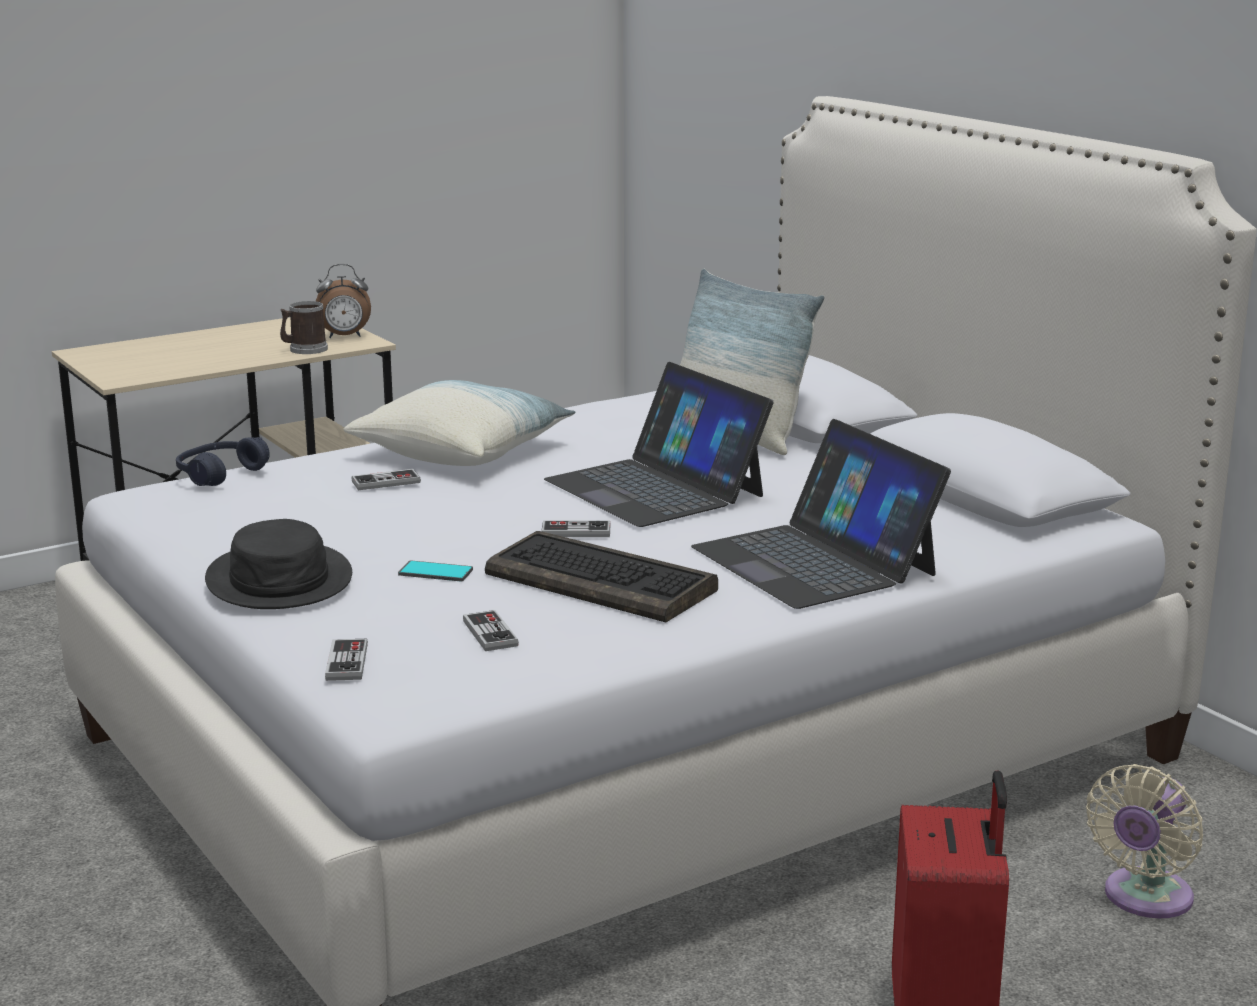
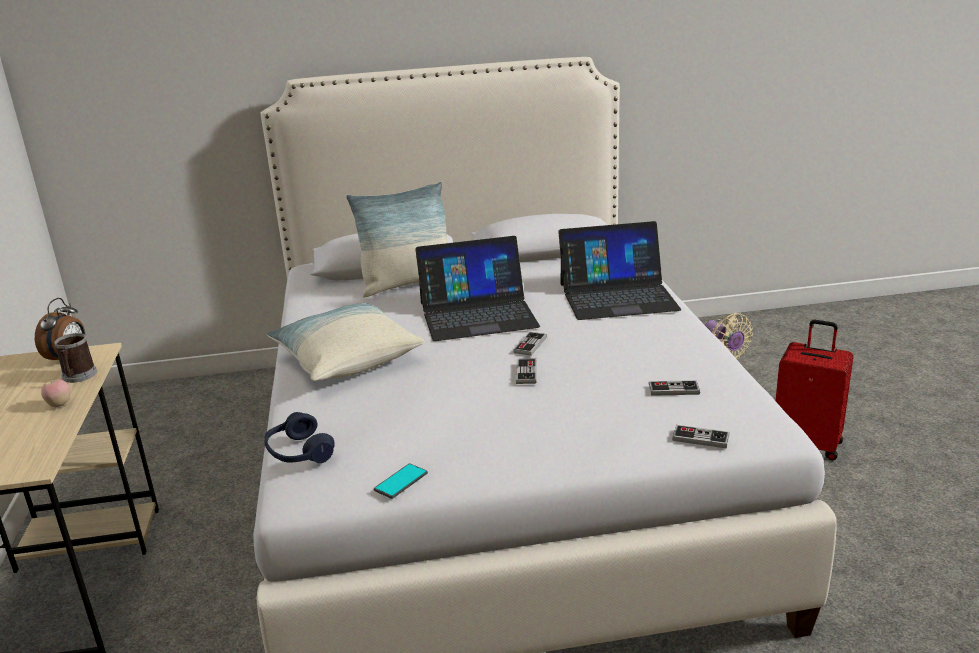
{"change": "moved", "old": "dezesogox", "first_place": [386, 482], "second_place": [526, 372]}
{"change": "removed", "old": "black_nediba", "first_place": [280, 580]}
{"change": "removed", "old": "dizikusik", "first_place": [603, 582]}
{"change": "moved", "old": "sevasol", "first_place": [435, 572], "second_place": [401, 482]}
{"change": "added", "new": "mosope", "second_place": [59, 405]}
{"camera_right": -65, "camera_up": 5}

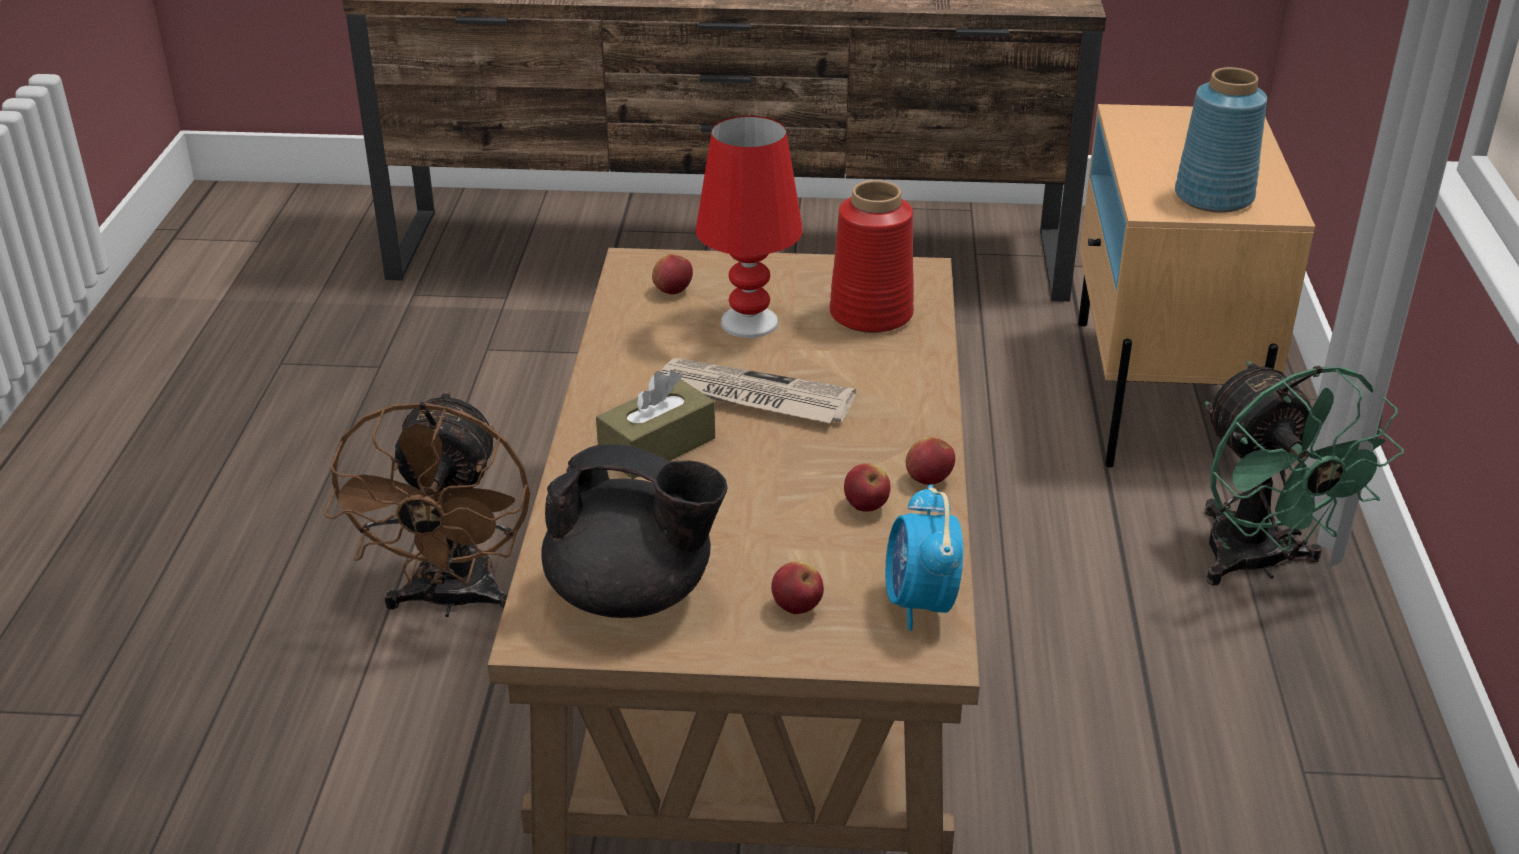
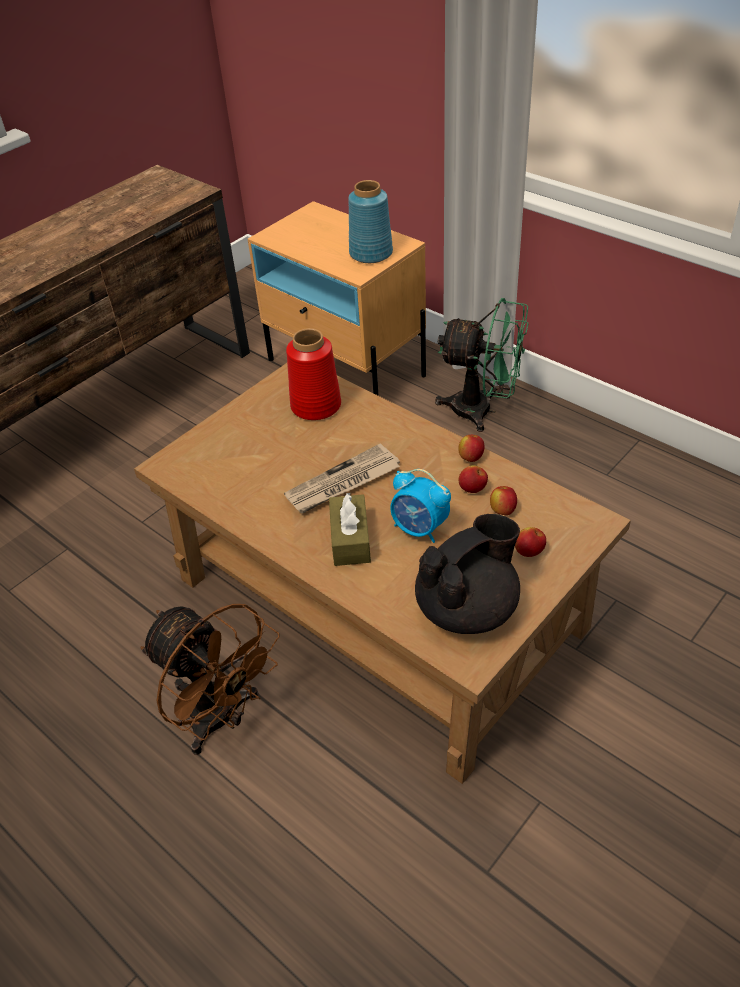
{"change": "removed", "old": "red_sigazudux", "first_place": [748, 322]}
{"change": "moved", "old": "mosope", "first_place": [673, 291], "second_place": [502, 510]}
{"change": "moved", "old": "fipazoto", "first_place": [920, 604], "second_place": [419, 529]}
{"camera_right": -50, "camera_up": 10}

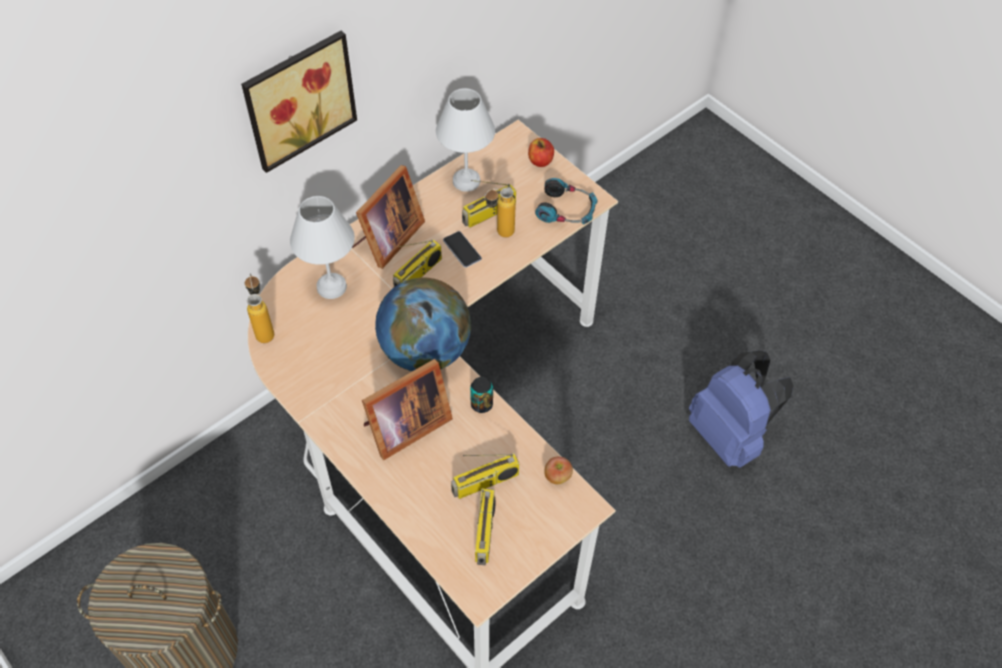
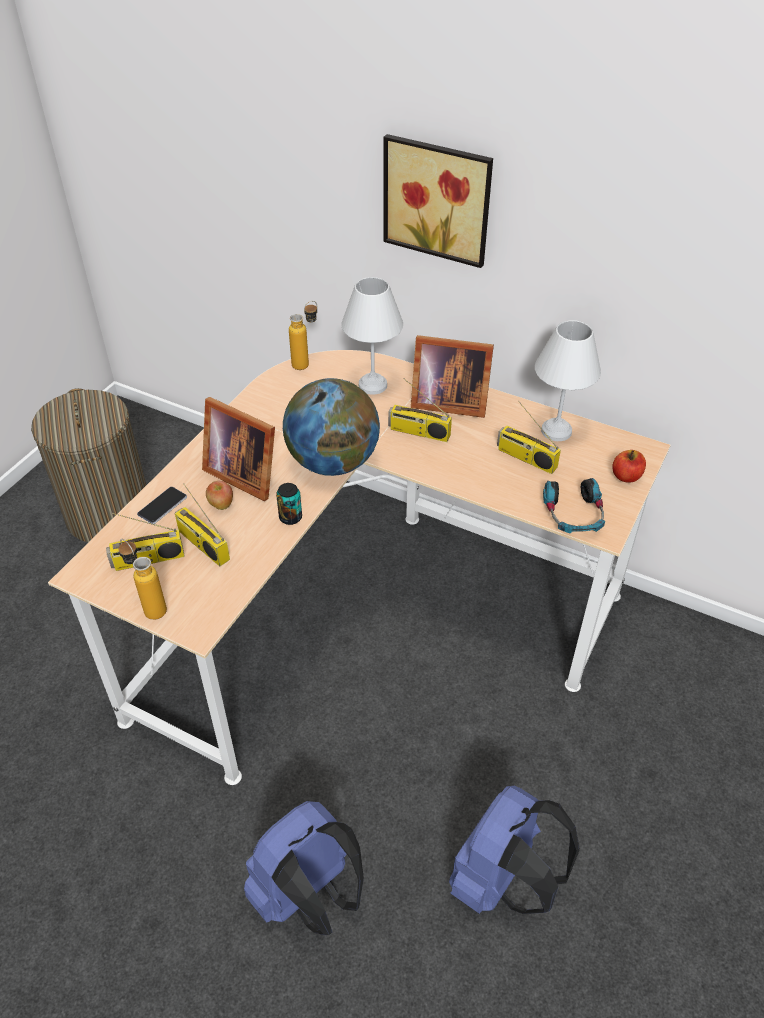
{"change": "moved", "old": "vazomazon", "first_place": [499, 234], "second_place": [149, 606]}
{"change": "moved", "old": "sevasol", "first_place": [462, 250], "second_place": [162, 506]}
{"change": "moved", "old": "mosope", "first_place": [557, 477], "second_place": [221, 505]}
{"change": "added", "new": "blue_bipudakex", "second_place": [308, 896]}
{"camera_right": 70, "camera_up": -10}

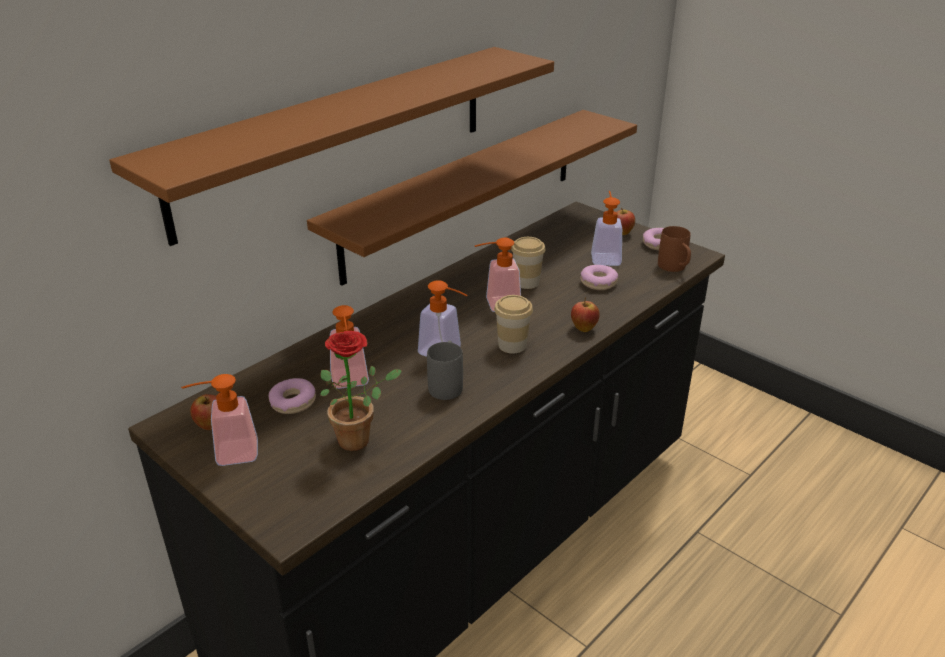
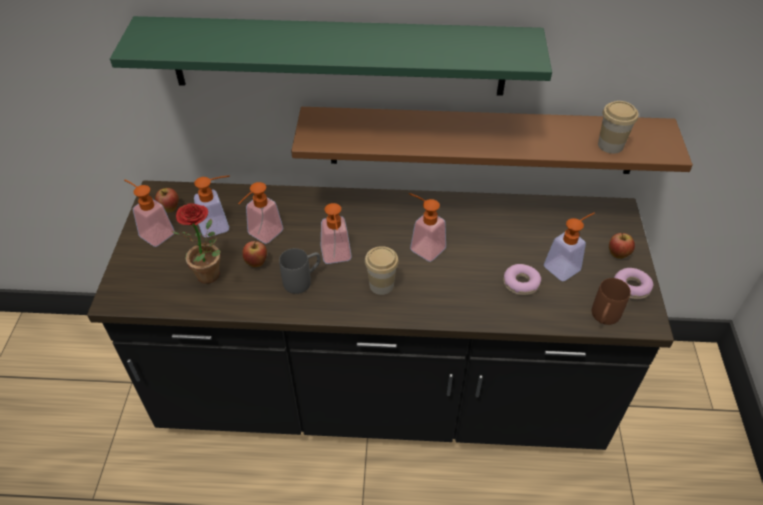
{"change": "recoloured", "old": "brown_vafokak", "new": "green_vafokak", "first_place": [339, 137], "second_place": [338, 56]}
{"change": "moved", "old": "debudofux", "first_place": [526, 282], "second_place": [610, 145]}
{"change": "moved", "old": "mosope", "first_place": [583, 329], "second_place": [256, 263]}
{"change": "replaced", "old": "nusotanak", "new": "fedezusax", "first_place": [293, 402], "second_place": [220, 225]}
{"camera_right": 50, "camera_up": 15}

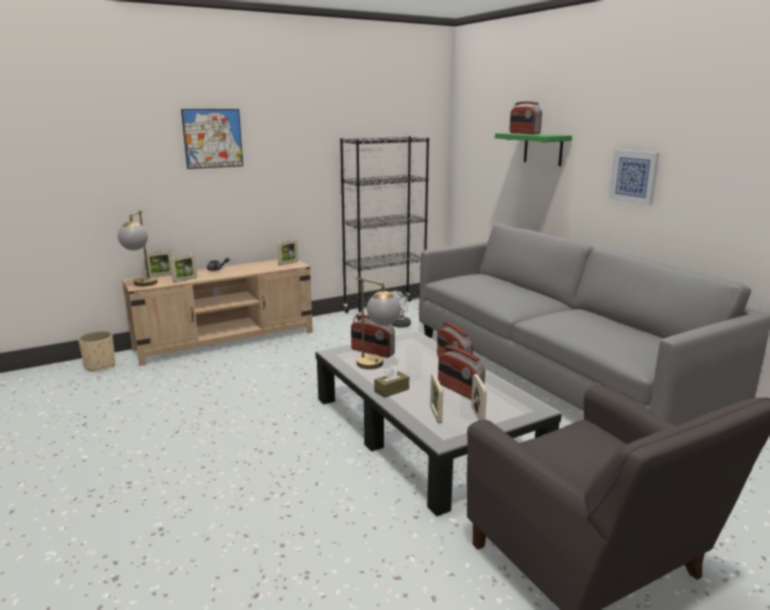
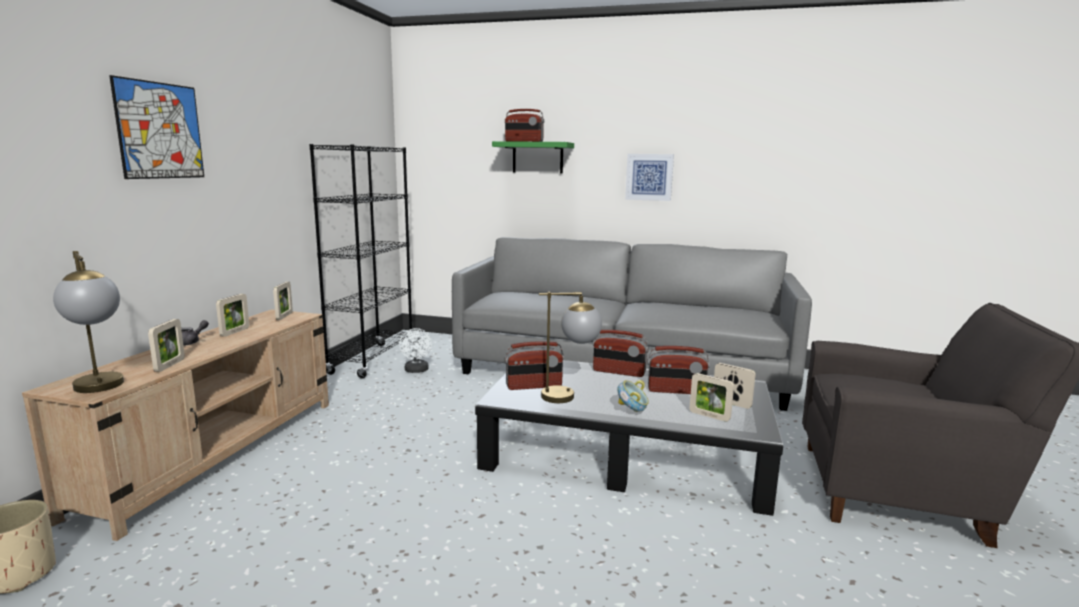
{"change": "moved", "old": "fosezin", "first_place": [161, 275], "second_place": [235, 332]}
{"change": "replaced", "old": "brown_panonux", "new": "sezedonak", "first_place": [391, 390], "second_place": [632, 411]}
{"camera_right": -45, "camera_up": -5}

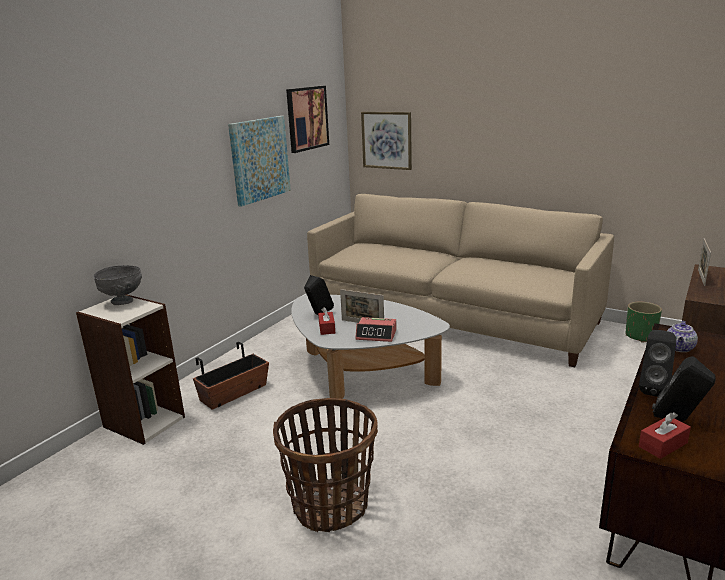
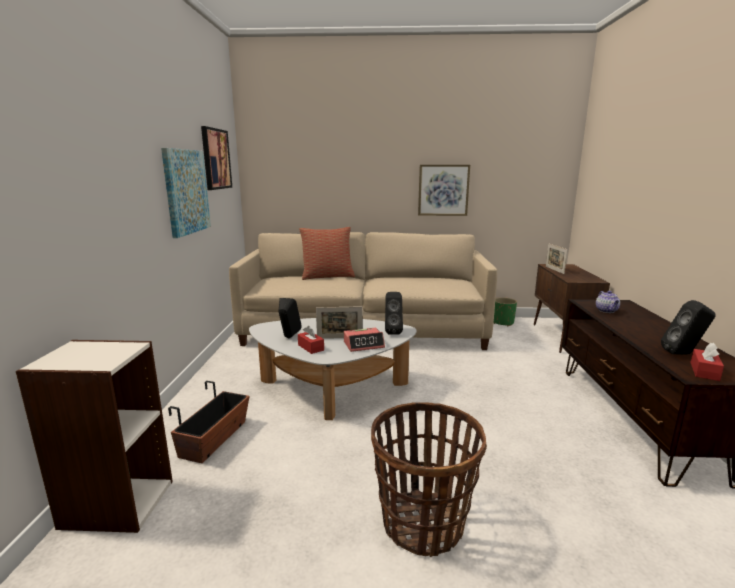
{"change": "moved", "old": "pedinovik", "first_place": [387, 140], "second_place": [443, 190]}
{"change": "removed", "old": "grey_sezedonak", "first_place": [122, 302]}
{"change": "moved", "old": "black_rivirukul", "first_place": [653, 389], "second_place": [393, 331]}
{"change": "added", "new": "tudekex", "second_place": [327, 276]}
{"camera_right": -30, "camera_up": -5}

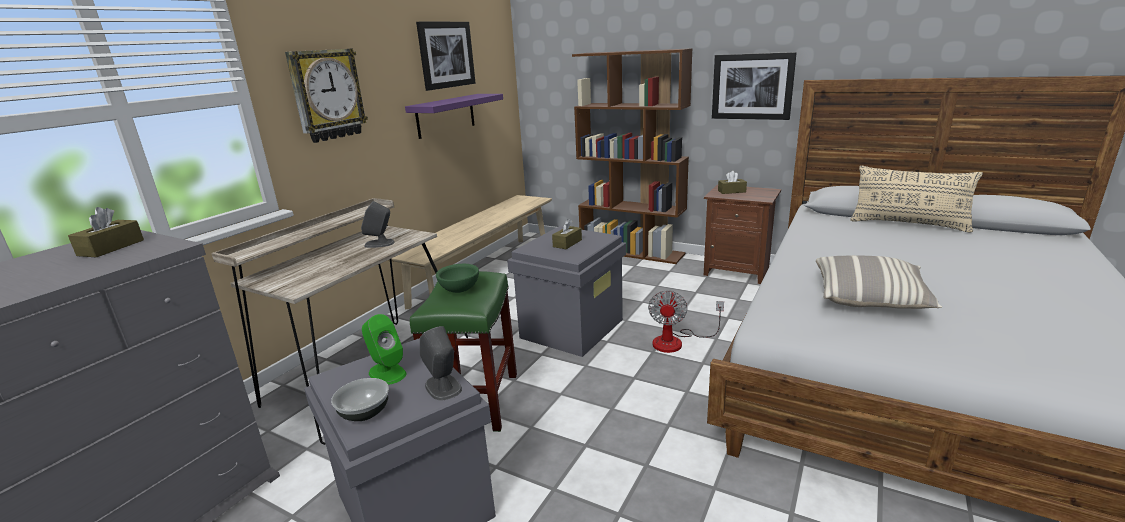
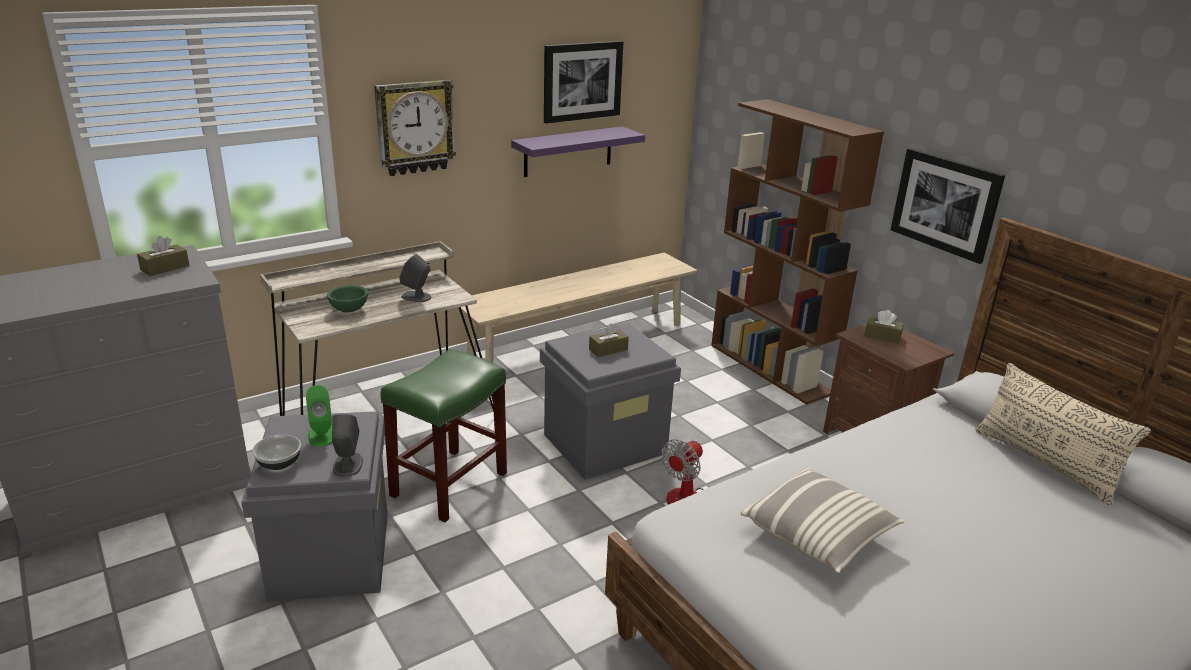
{"change": "moved", "old": "green_sezedonak", "first_place": [460, 290], "second_place": [349, 310]}
{"camera_right": 25, "camera_up": 5}

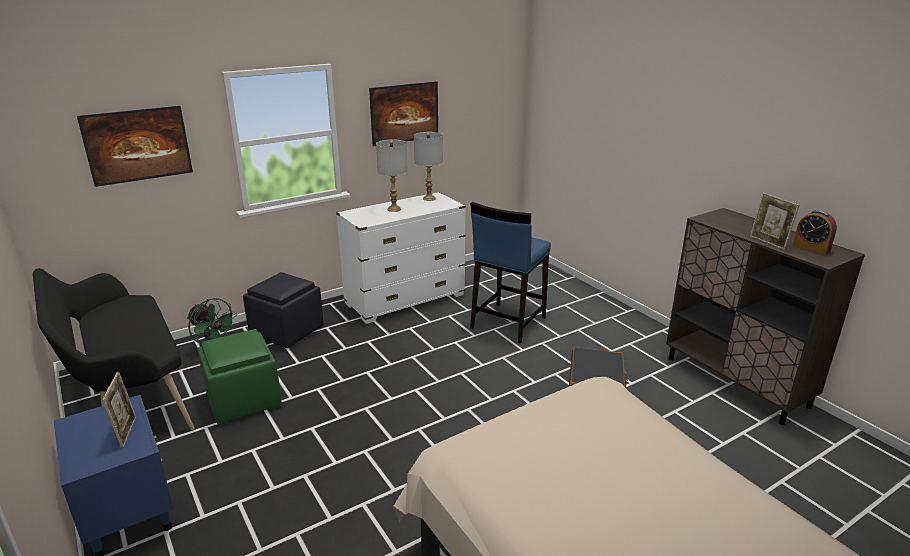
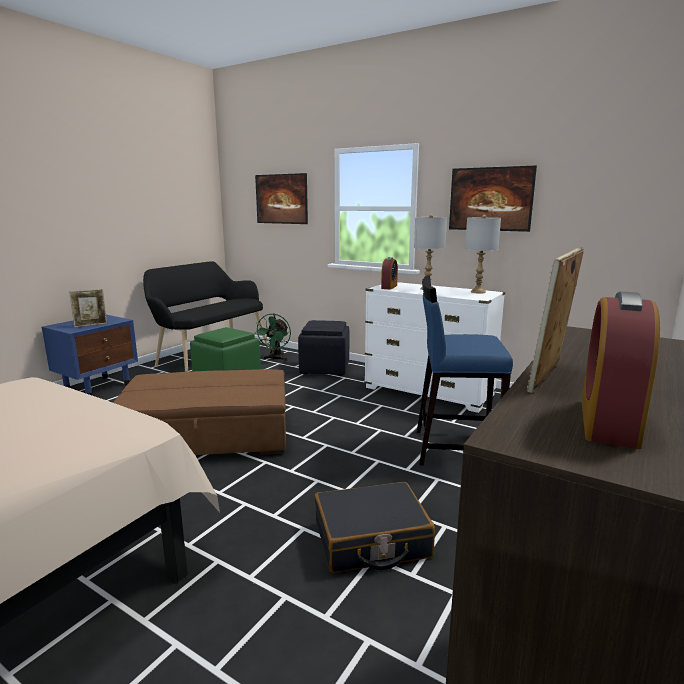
{"change": "added", "new": "fipazoto", "second_place": [389, 287]}
{"change": "added", "new": "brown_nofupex", "second_place": [207, 436]}
{"camera_right": 65, "camera_up": -10}

